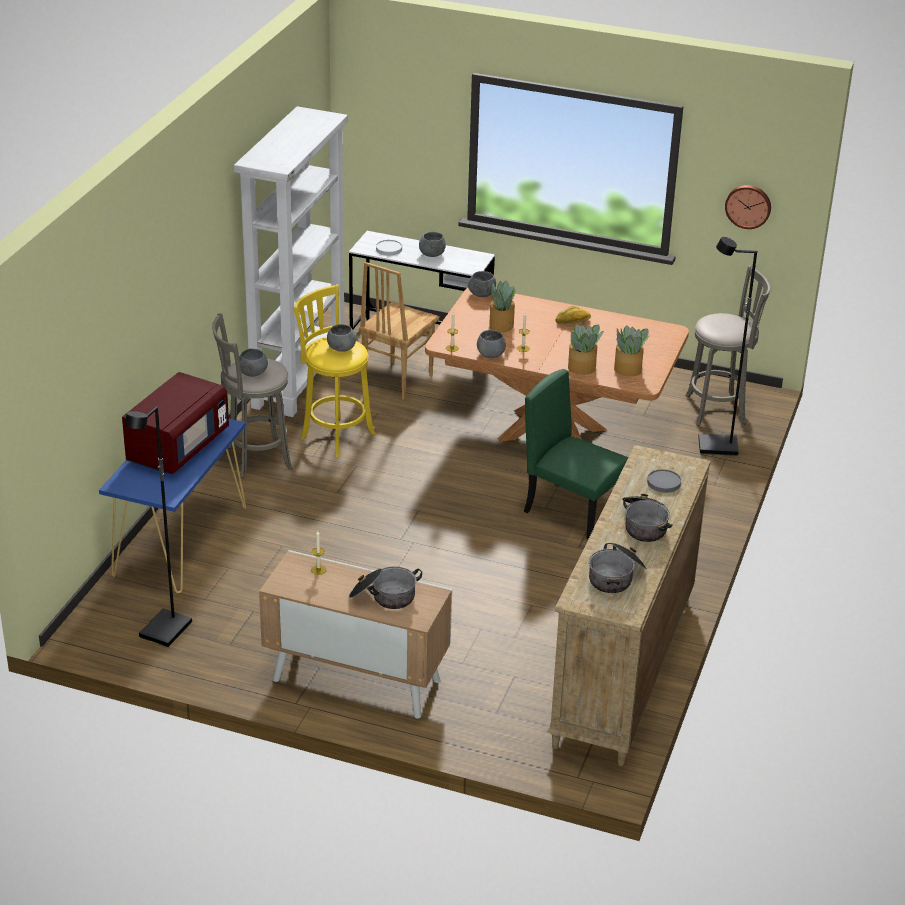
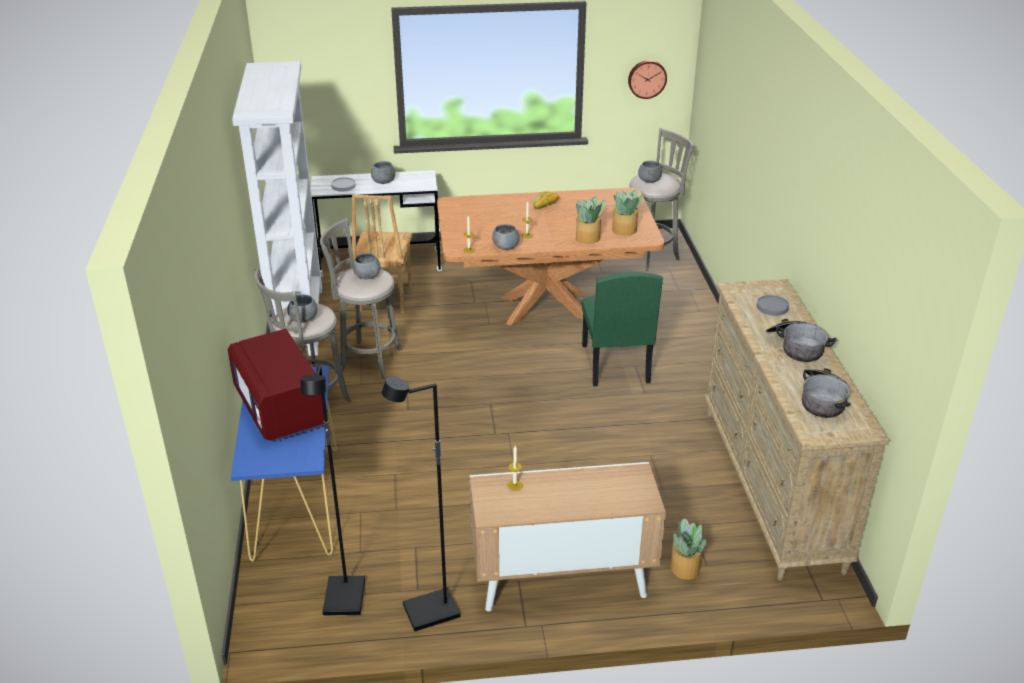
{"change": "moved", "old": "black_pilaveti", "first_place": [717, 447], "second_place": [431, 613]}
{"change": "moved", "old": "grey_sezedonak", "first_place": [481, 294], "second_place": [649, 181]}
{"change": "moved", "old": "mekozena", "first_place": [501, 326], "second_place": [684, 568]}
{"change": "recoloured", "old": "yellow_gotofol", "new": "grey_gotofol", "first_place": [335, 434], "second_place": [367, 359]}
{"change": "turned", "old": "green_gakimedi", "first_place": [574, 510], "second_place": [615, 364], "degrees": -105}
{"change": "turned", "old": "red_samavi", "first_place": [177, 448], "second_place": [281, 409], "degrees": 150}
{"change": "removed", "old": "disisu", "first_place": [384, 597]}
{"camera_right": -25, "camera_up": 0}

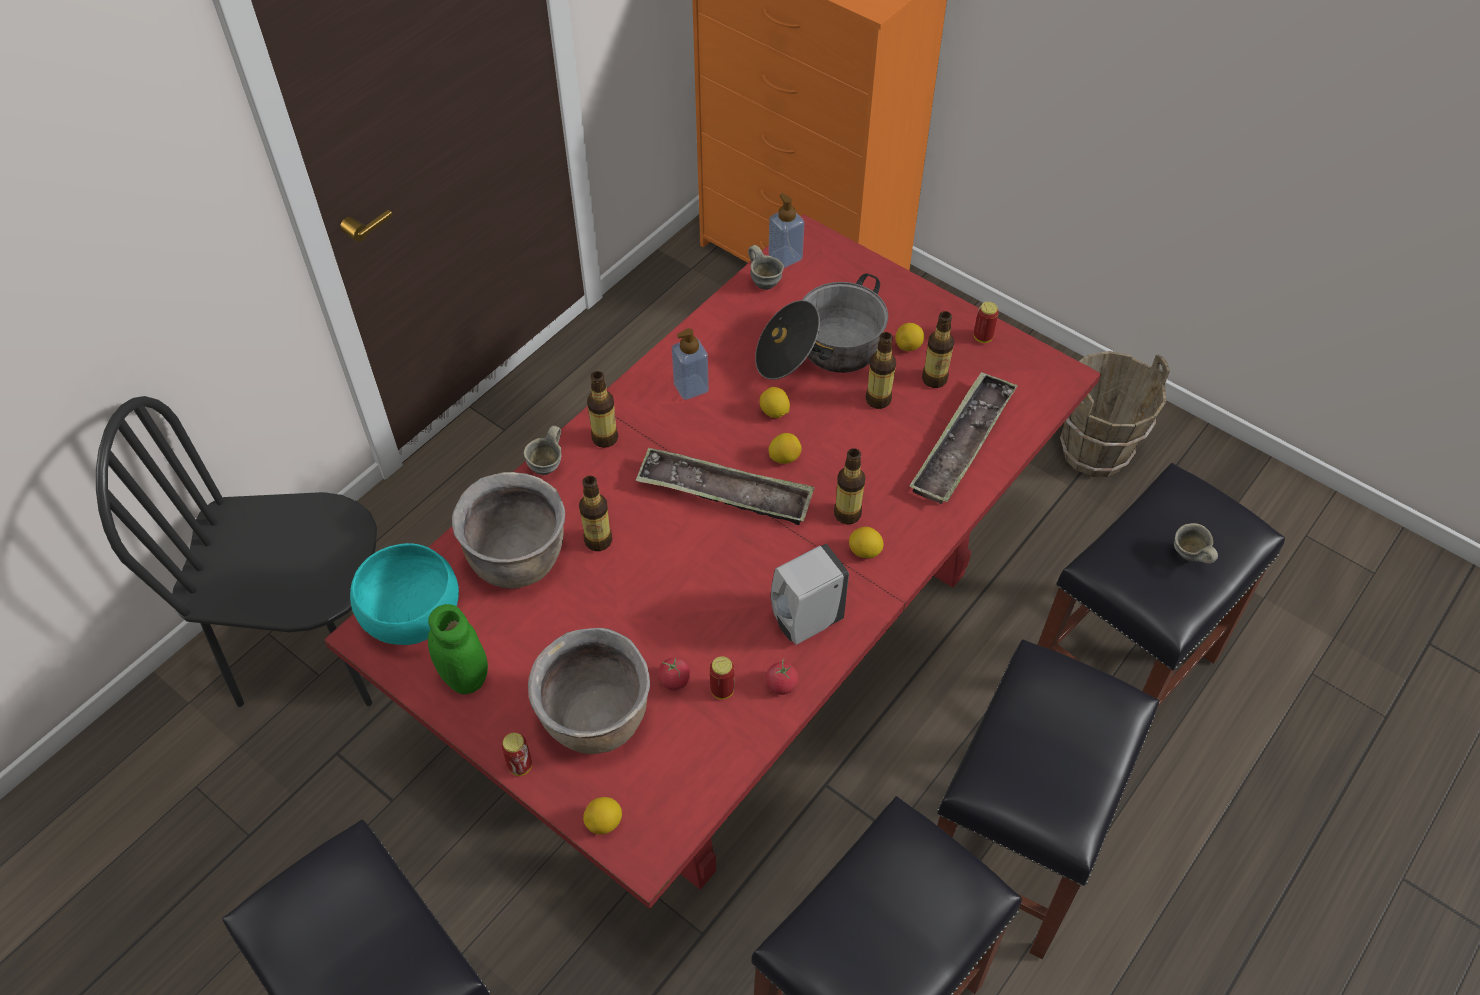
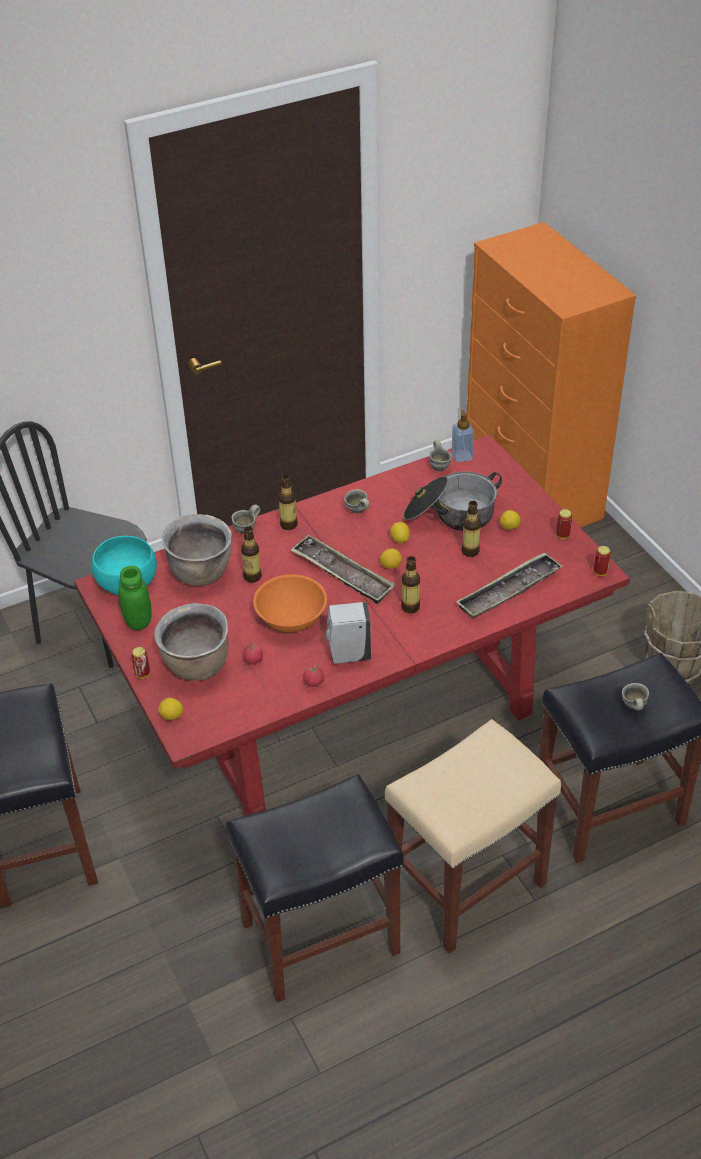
{"change": "removed", "old": "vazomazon", "first_place": [934, 379]}
{"change": "replaced", "old": "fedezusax", "new": "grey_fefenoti", "first_place": [691, 387], "second_place": [357, 512]}
{"change": "removed", "old": "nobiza", "first_place": [865, 551]}
{"change": "recoloured", "old": "black_gotofol", "new": "beige_gotofol", "first_place": [1011, 853], "second_place": [465, 887]}
{"change": "moved", "old": "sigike", "first_place": [722, 690], "second_place": [600, 572]}
{"change": "added", "new": "orange_sezedonak", "second_place": [291, 618]}
{"camera_right": 25, "camera_up": -10}

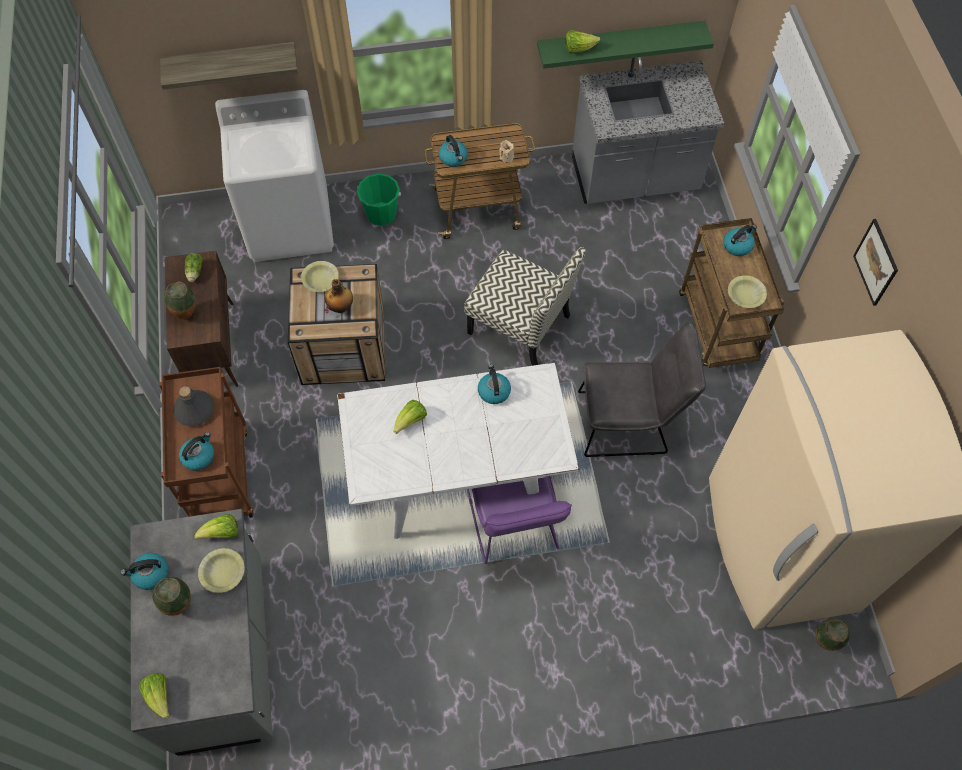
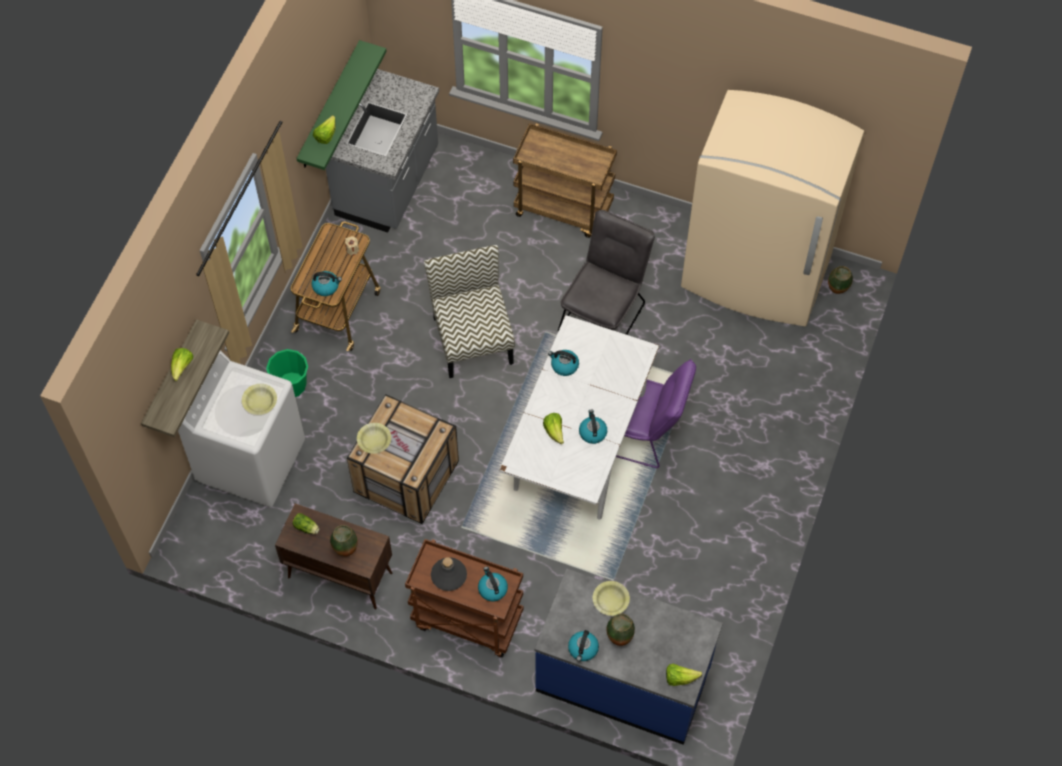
{"change": "removed", "old": "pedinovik", "first_place": [876, 262]}
{"change": "moved", "old": "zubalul", "first_place": [737, 245], "second_place": [592, 432]}
{"change": "turned", "old": "gakimedi", "first_place": [521, 325], "second_place": [472, 339], "degrees": -75}
{"change": "moved", "old": "yellow_sezedonak", "first_place": [745, 295], "second_place": [260, 402]}
{"change": "removed", "old": "vazomazon", "first_place": [341, 307]}
{"change": "recoloured", "old": "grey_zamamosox", "new": "blue_zamamosox", "first_place": [225, 653], "second_place": [623, 679]}
{"change": "moved", "old": "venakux", "first_place": [222, 533], "second_place": [182, 367]}
{"camera_right": -60, "camera_up": 0}

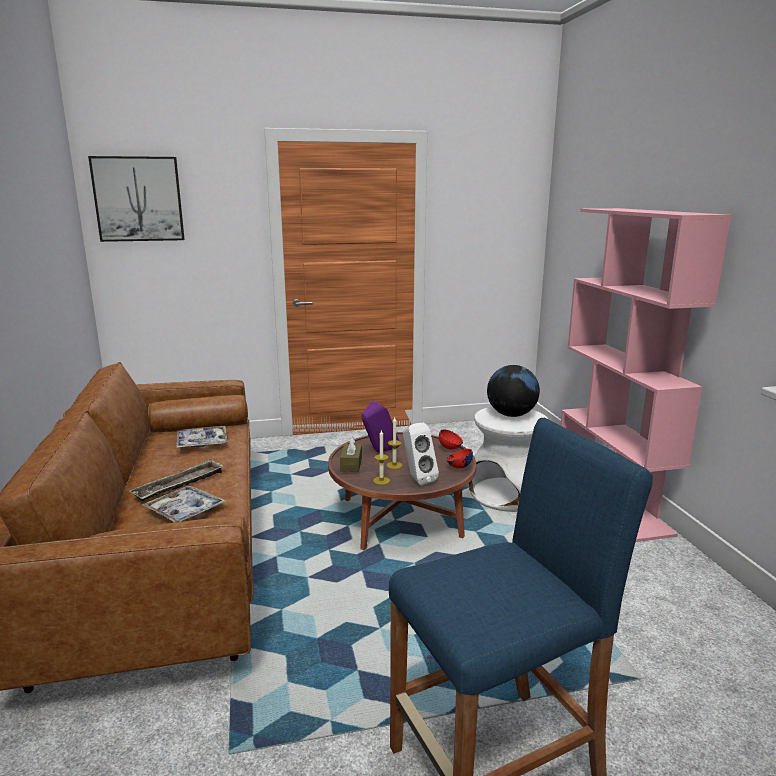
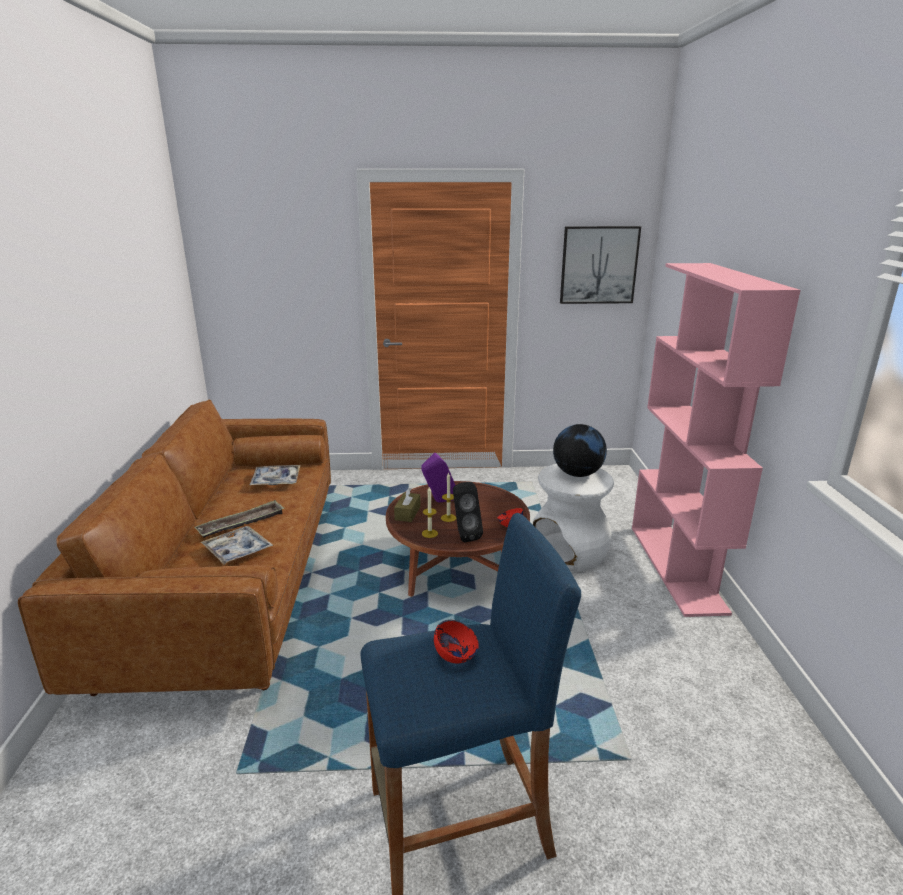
{"change": "moved", "old": "pedinovik", "first_place": [138, 199], "second_place": [598, 265]}
{"change": "recoloured", "old": "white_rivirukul", "new": "black_rivirukul", "first_place": [417, 479], "second_place": [464, 535]}
{"change": "moved", "old": "red_sezedonak", "first_place": [450, 448], "second_place": [456, 657]}
{"camera_right": 10, "camera_up": 5}

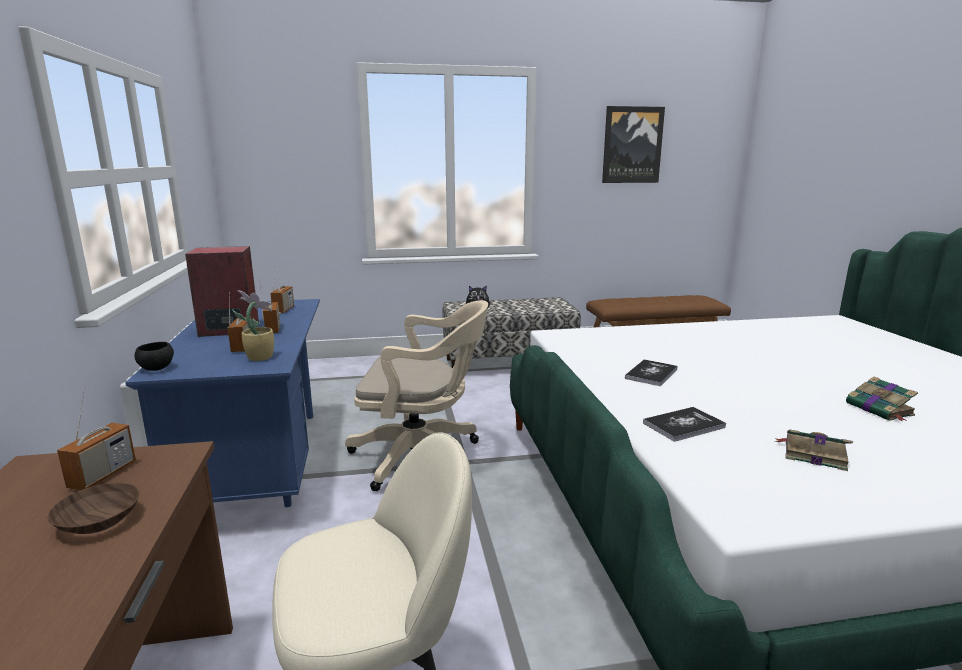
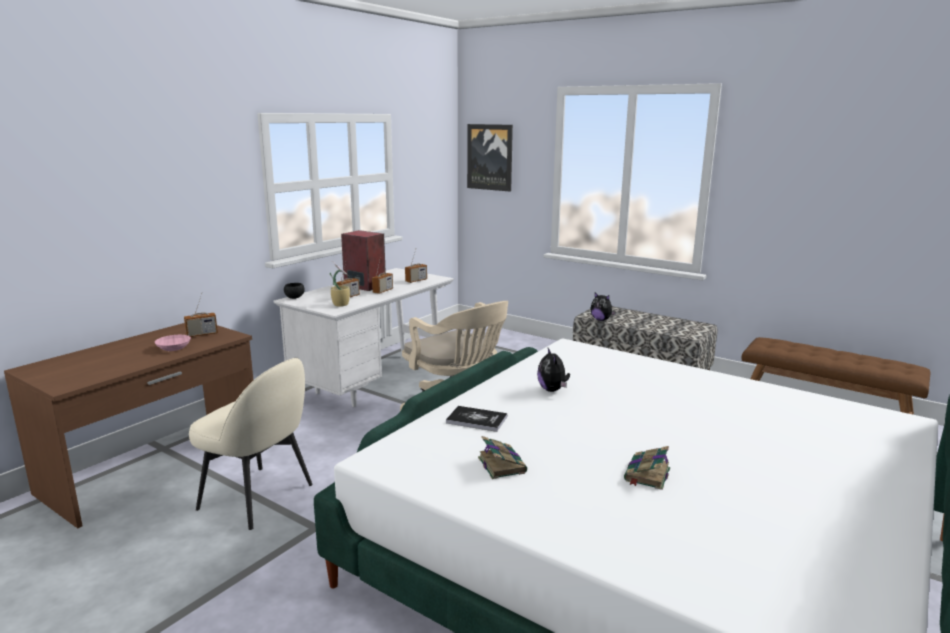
{"change": "moved", "old": "pedinovik", "first_place": [632, 145], "second_place": [490, 157]}
{"change": "recoloured", "old": "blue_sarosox", "new": "white_sarosox", "first_place": [261, 466], "second_place": [373, 382]}
{"change": "replaced", "old": "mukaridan", "new": "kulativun", "first_place": [651, 374], "second_place": [552, 390]}
{"change": "recoloured", "old": "brown_sezedonak", "new": "pink_sezedonak", "first_place": [100, 521], "second_place": [174, 348]}
{"camera_right": 45, "camera_up": 0}

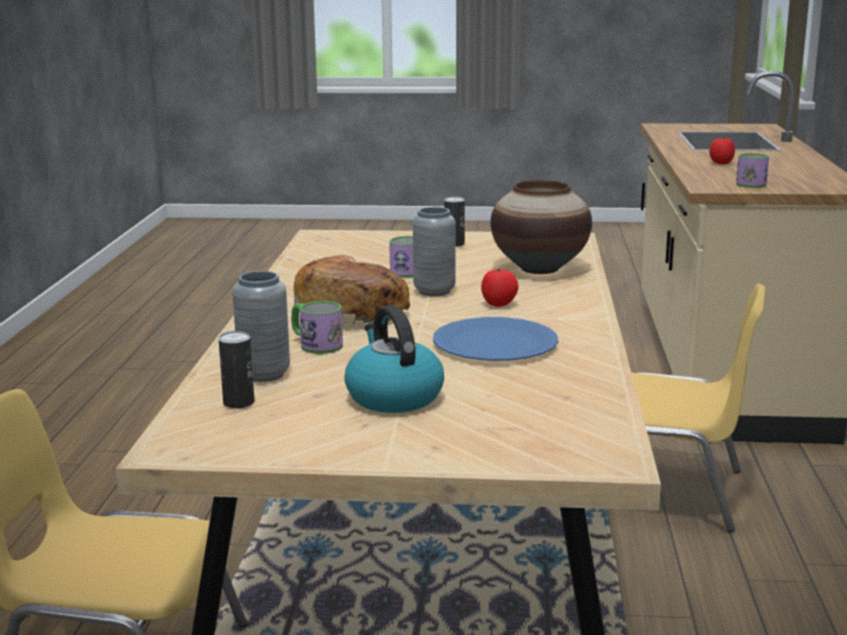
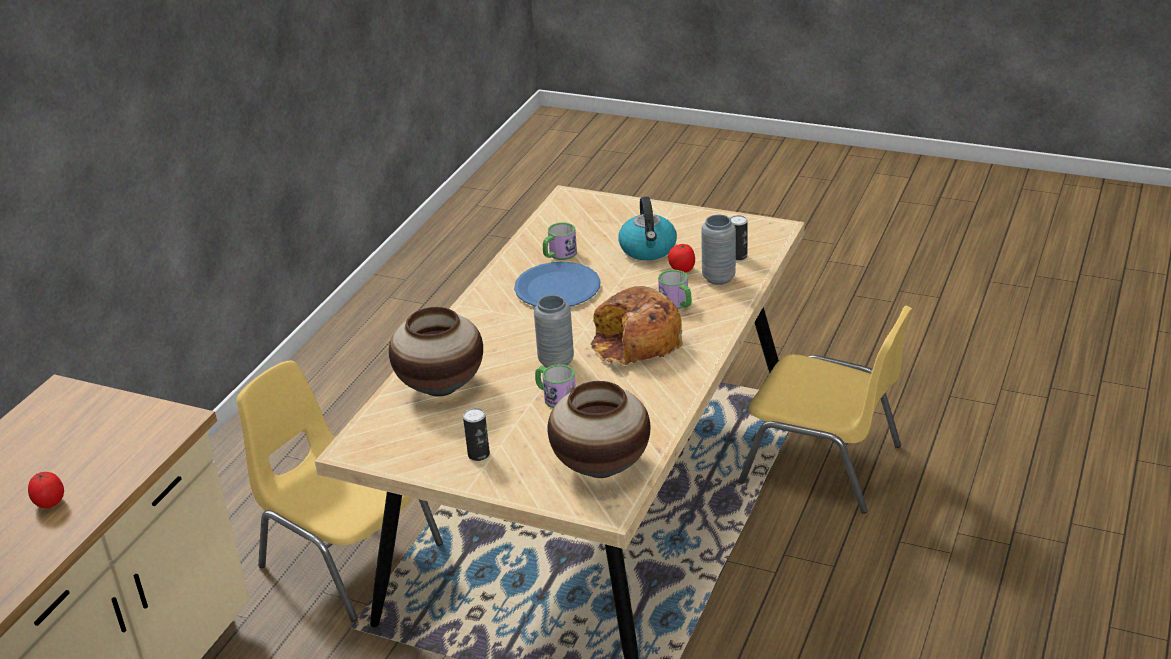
{"change": "moved", "old": "fefenoti", "first_place": [752, 183], "second_place": [559, 255]}
{"change": "moved", "old": "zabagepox", "first_place": [499, 304], "second_place": [682, 270]}
{"change": "added", "new": "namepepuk", "second_place": [601, 466]}
{"camera_right": -160, "camera_up": 15}

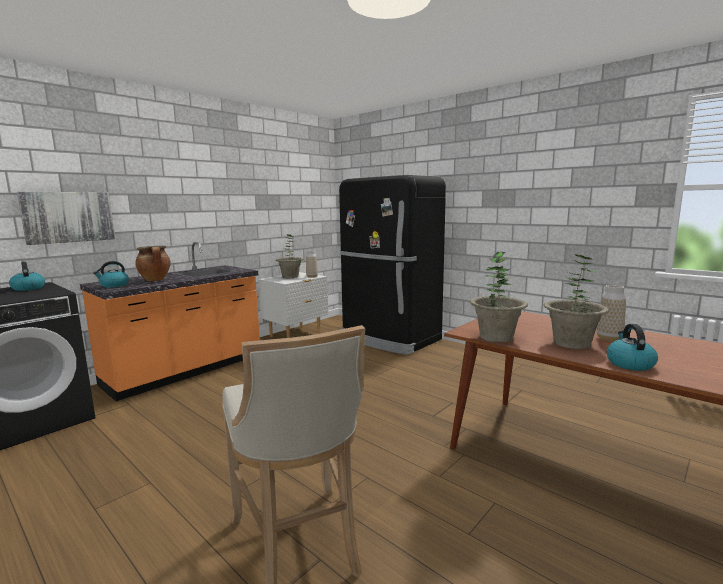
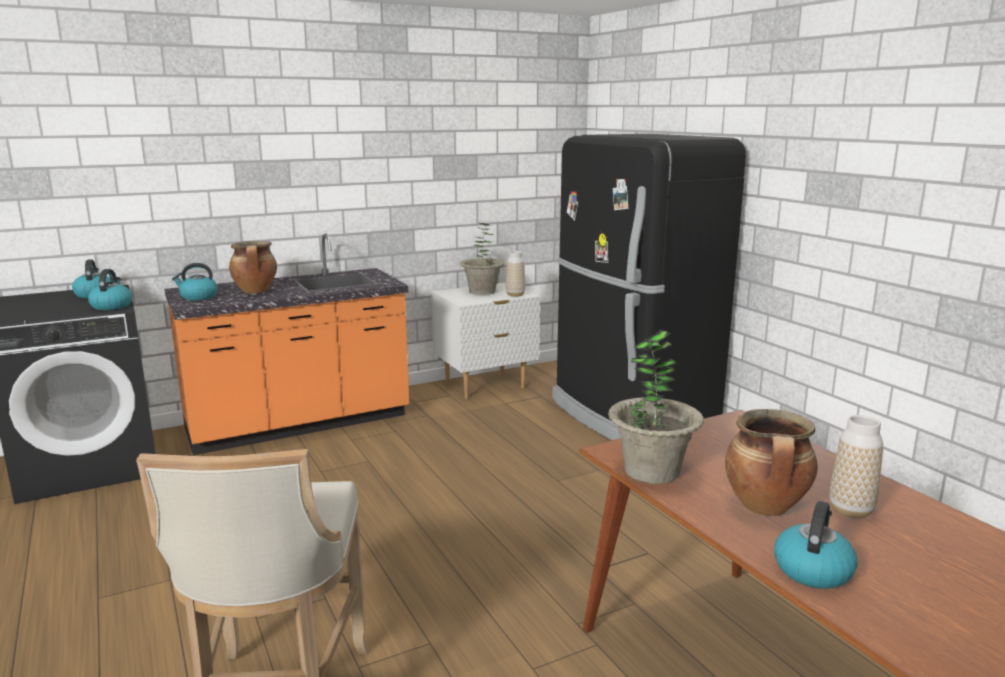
{"change": "removed", "old": "pedinovik", "first_place": [69, 217]}
{"change": "replaced", "old": "mekozena", "new": "disisu", "first_place": [572, 343], "second_place": [766, 508]}
{"change": "added", "new": "zubalul", "second_place": [112, 306]}
{"camera_right": 20, "camera_up": 5}

